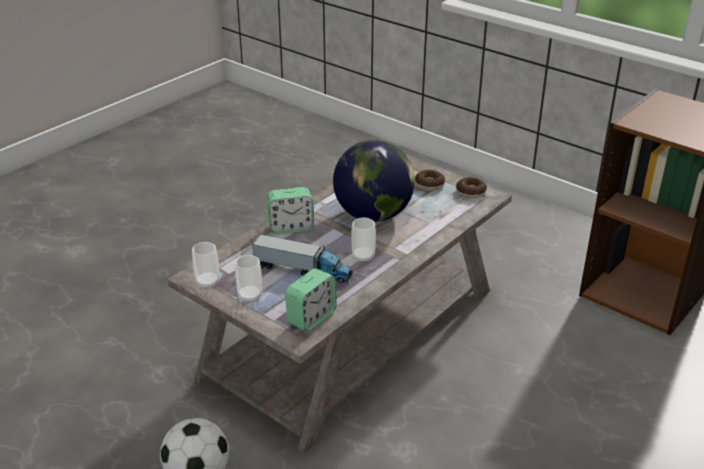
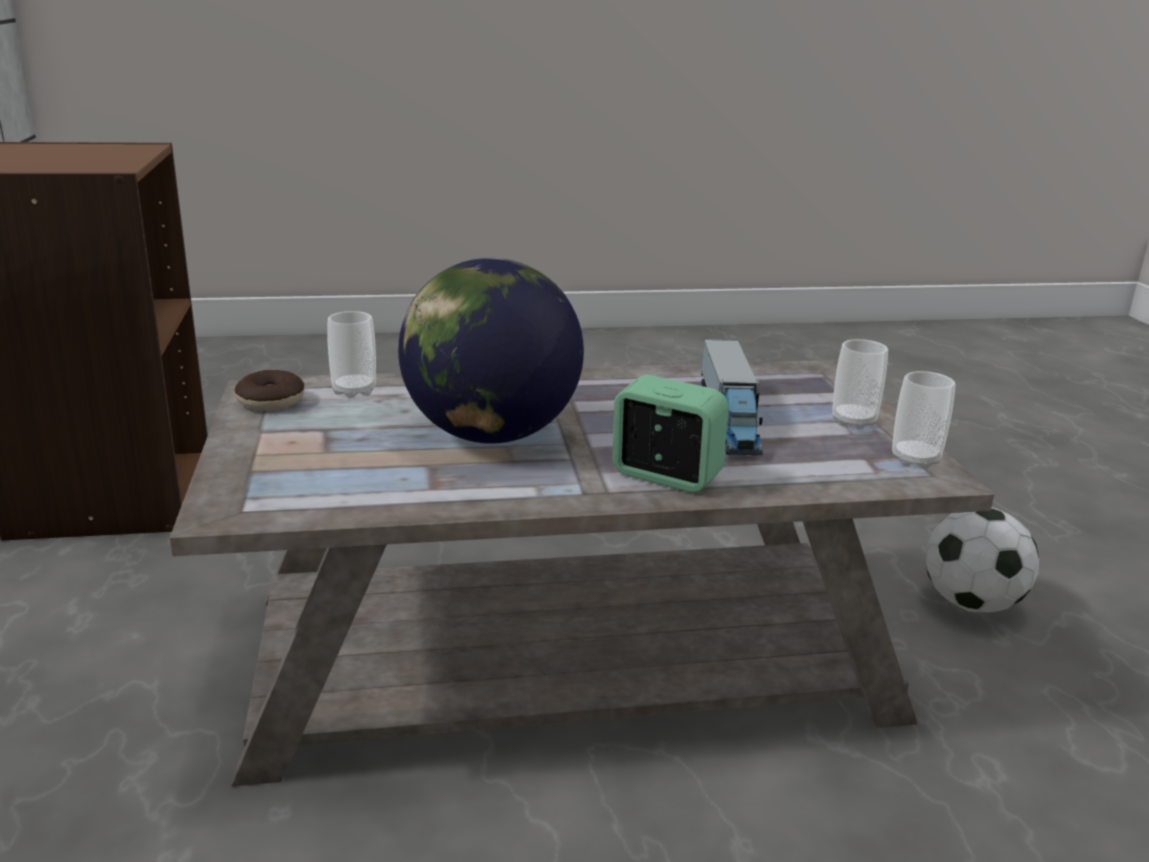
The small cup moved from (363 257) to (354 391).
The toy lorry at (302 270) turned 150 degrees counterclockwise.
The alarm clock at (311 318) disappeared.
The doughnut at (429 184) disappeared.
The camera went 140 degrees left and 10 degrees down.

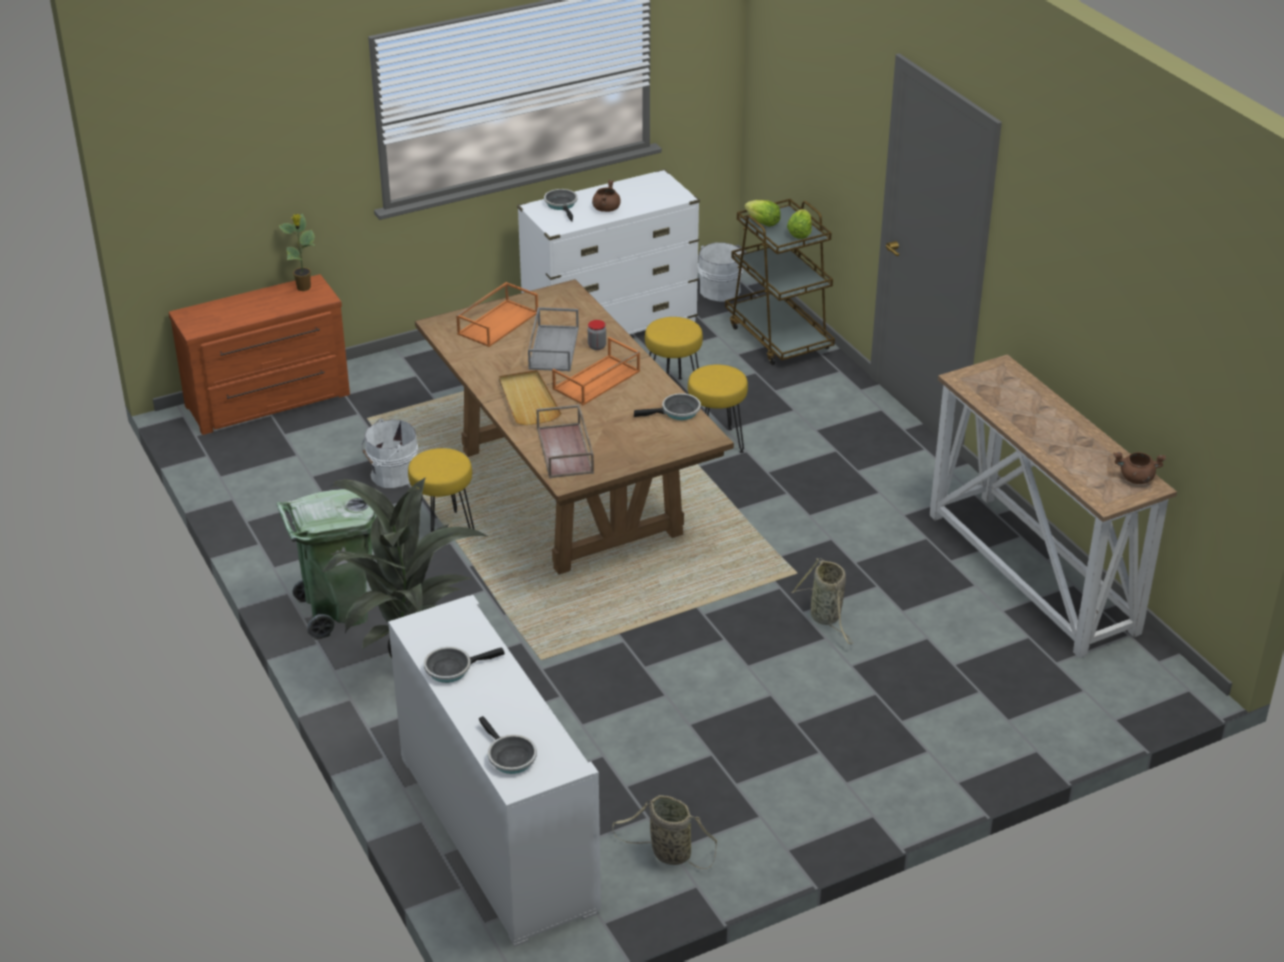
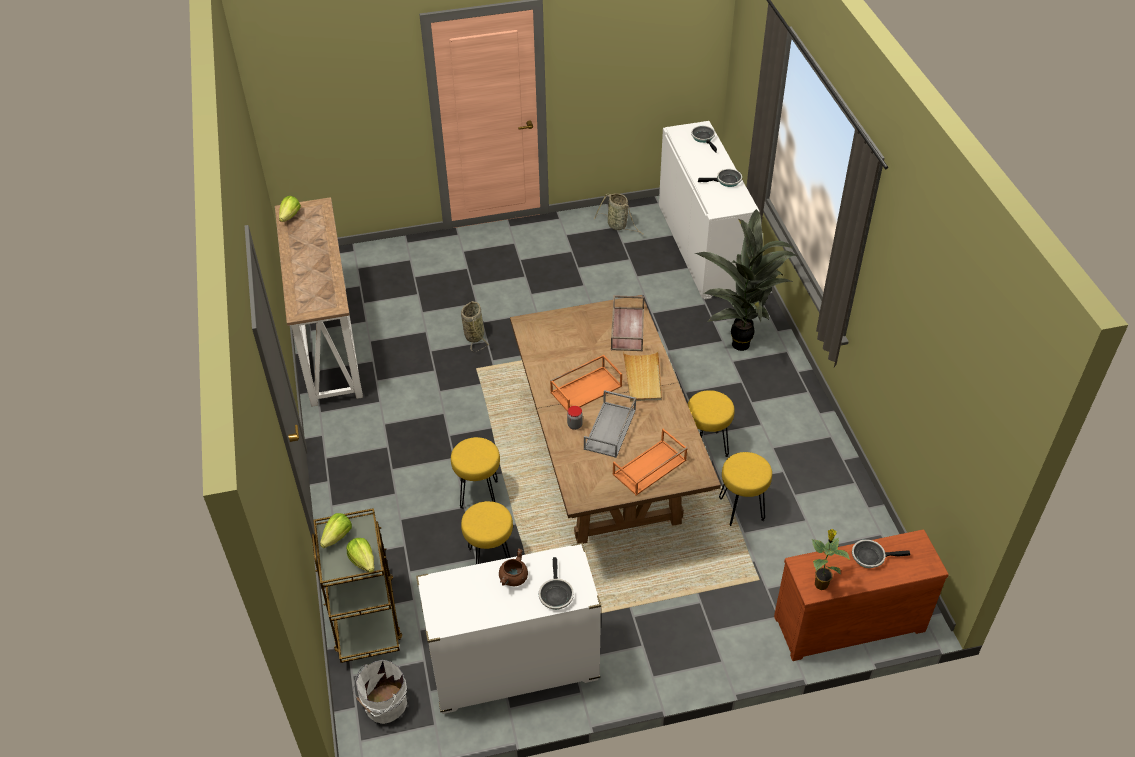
The brown-coloured saucepot at (1135 478) was replaced by the head of lettuce at (290 216).
The white water bucket at (391 474) was replaced by the yellow-coloured stool seat at (742 510).
The frying pan moved from (677 412) to (870 556).
The green trash can at (337 612) disappeared.
The camera went 165 degrees left and 10 degrees up.

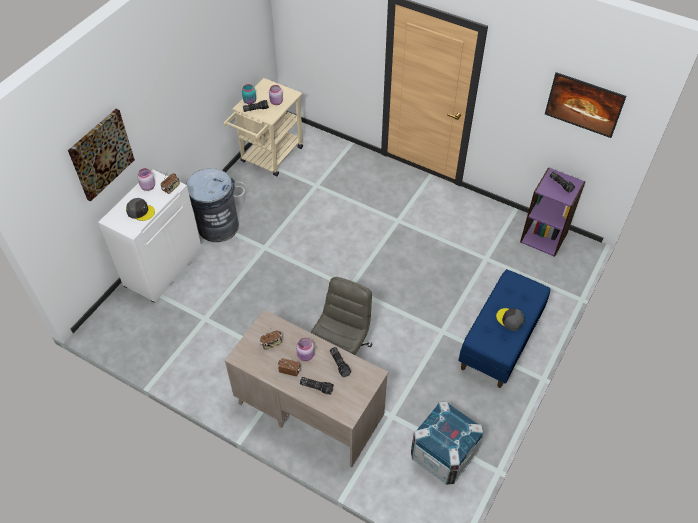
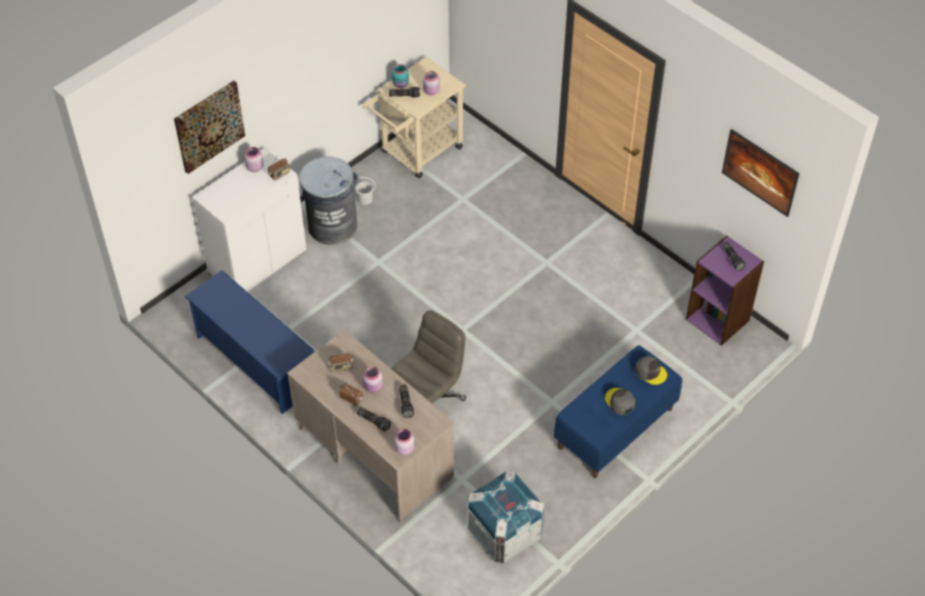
The blue shoe shelf at (256 361) appeared.
The pink-coloured jar at (404 448) appeared.
The grey baseball cap moved from (140 211) to (650 372).
The camera went 15 degrees right and 0 degrees up.

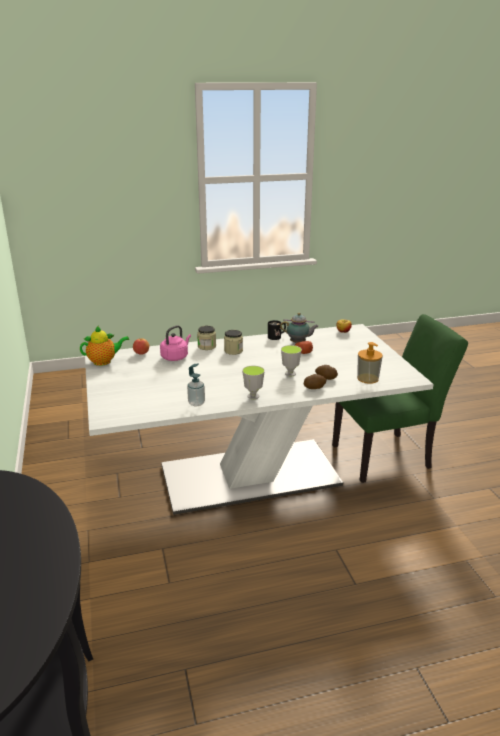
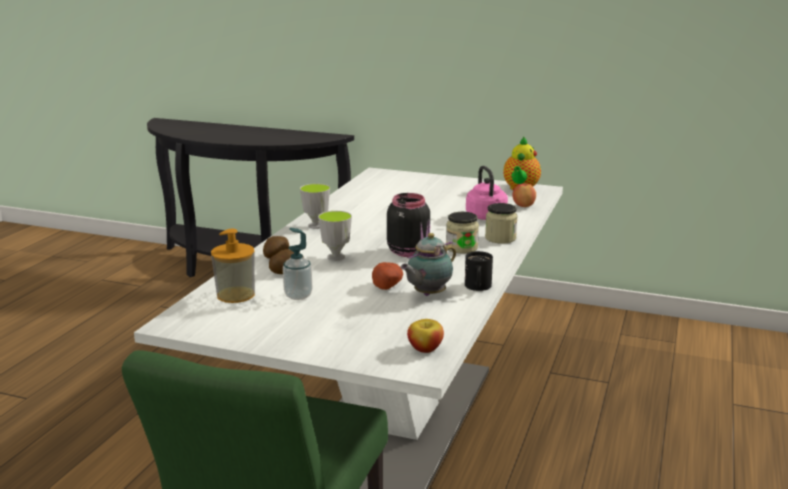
The liquid soap bottle moved from (196 403) to (298 296).
The black jar at (409 252) appeared.
The camera went 125 degrees right and 5 degrees down.

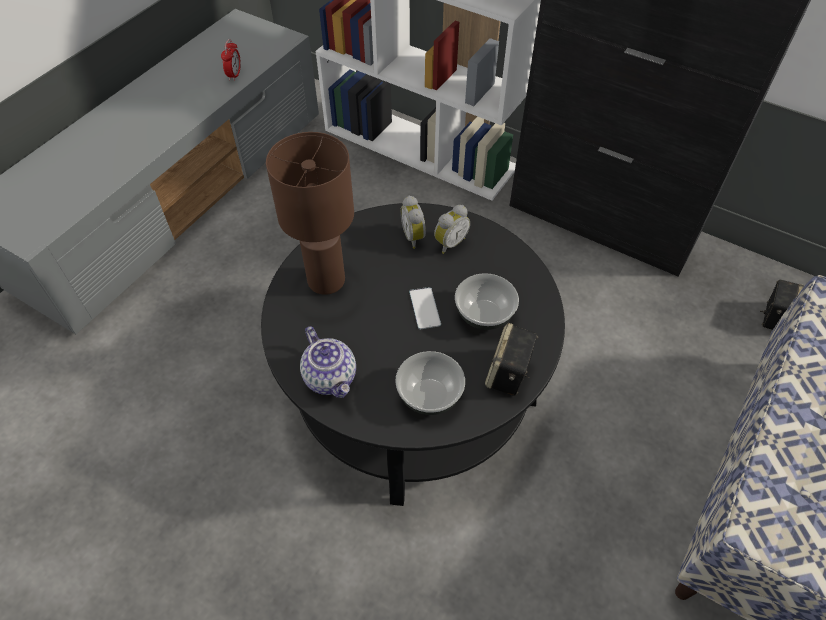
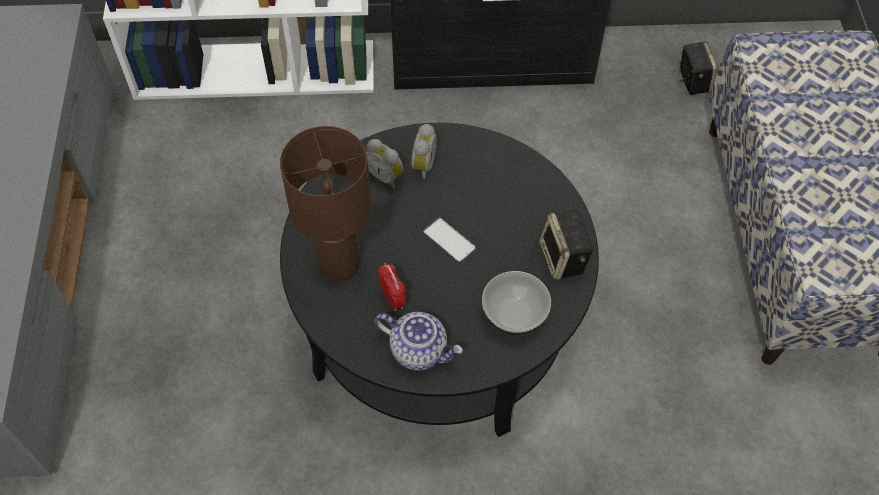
The alarm clock moved from (234 75) to (393 299).
The serving bowl at (485 314) disappeared.
The camera went 35 degrees left and 5 degrees up.

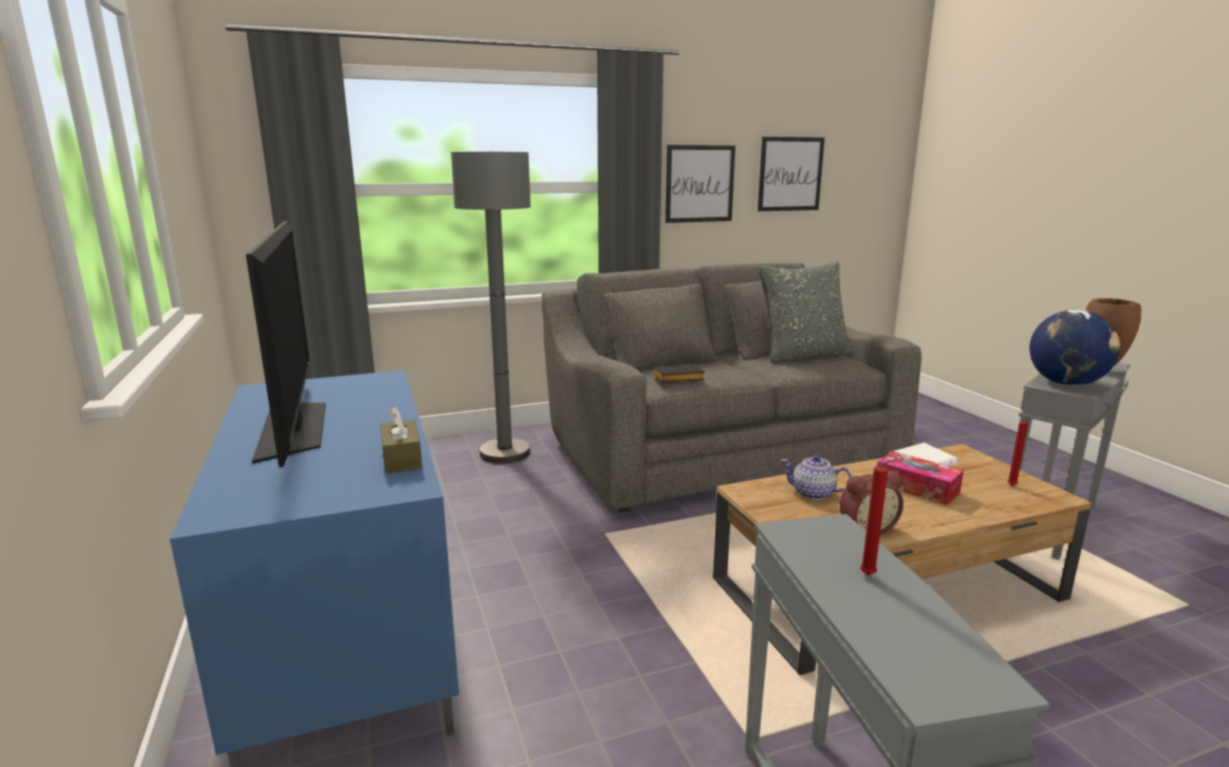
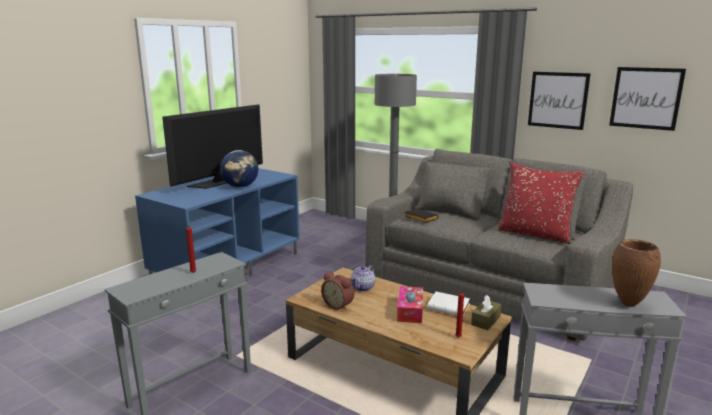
The world globe moved from (1066 383) to (240 187).
The tea pot at (813 494) turned 135 degrees counterclockwise.
The brown-coloured tissue box moved from (402 458) to (485 320).
The grey pillow at (803 355) became the red-coloured pillow at (535 234).
The camera went 55 degrees right and 0 degrees up.

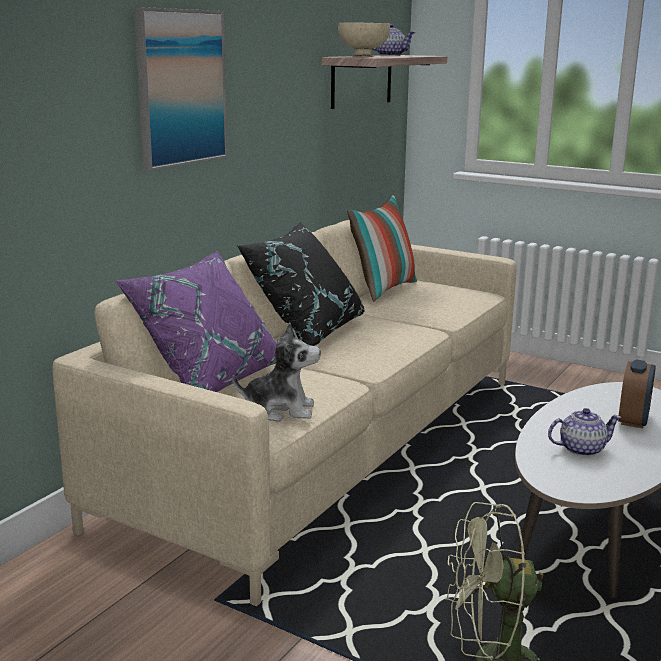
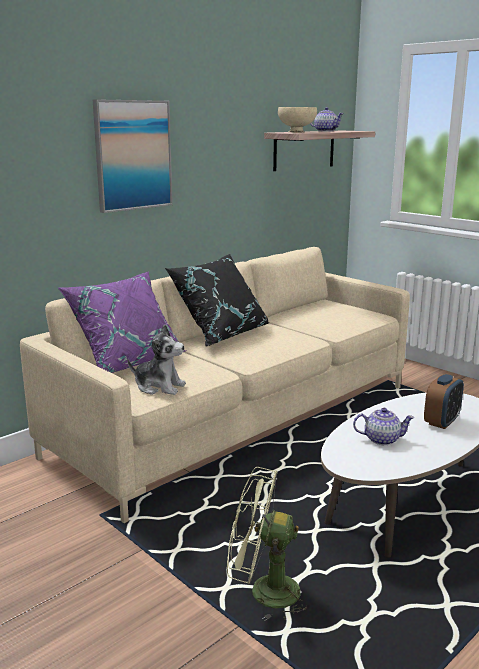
The pillow at (383 289) disappeared.
The camera went 15 degrees right and 0 degrees up.

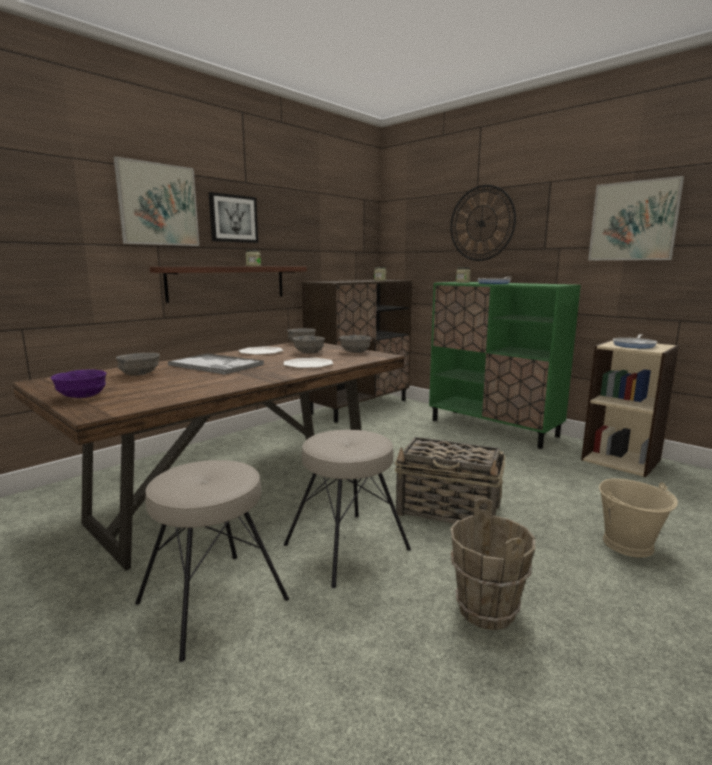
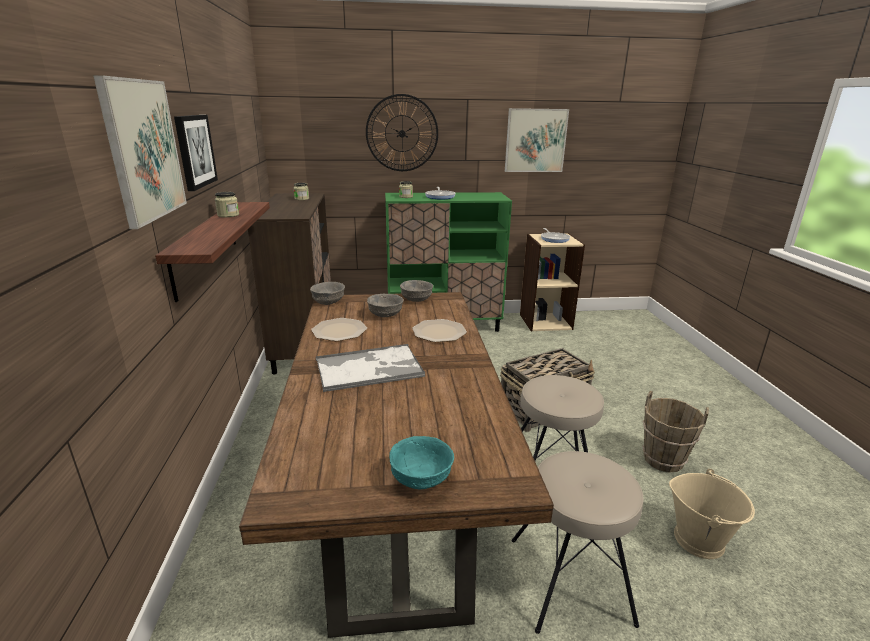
The purplish serving bowl at (81 396) became the turquoise serving bowl at (420 479).
The beige-coloured water bucket moved from (628 544) to (699 539).
The grey serving bowl at (139 374) disappeared.
The camera went 50 degrees left and 10 degrees up.

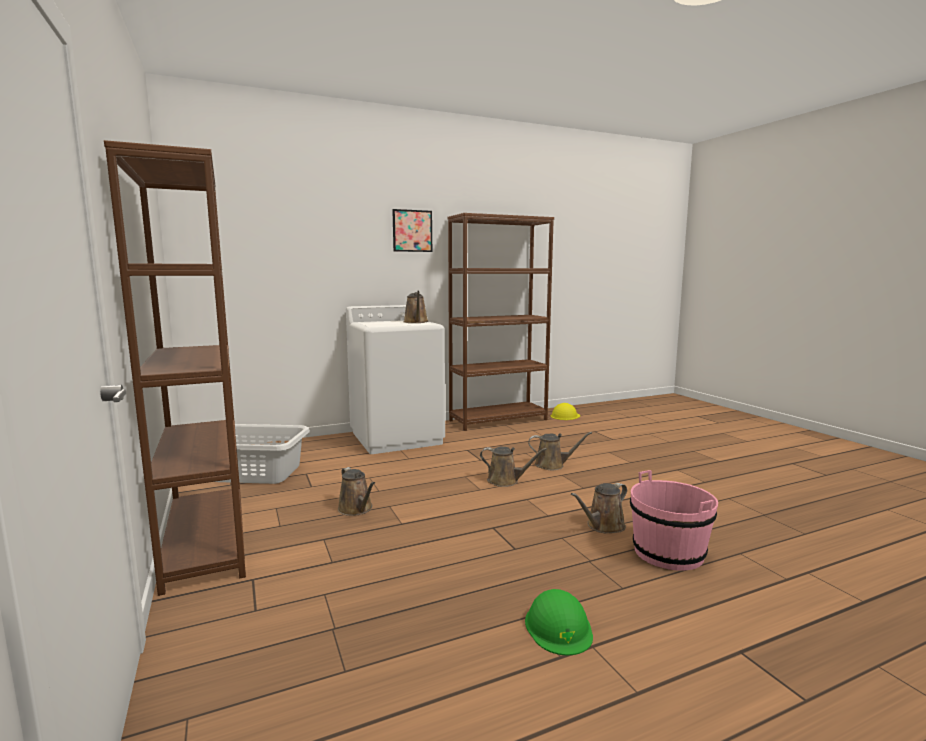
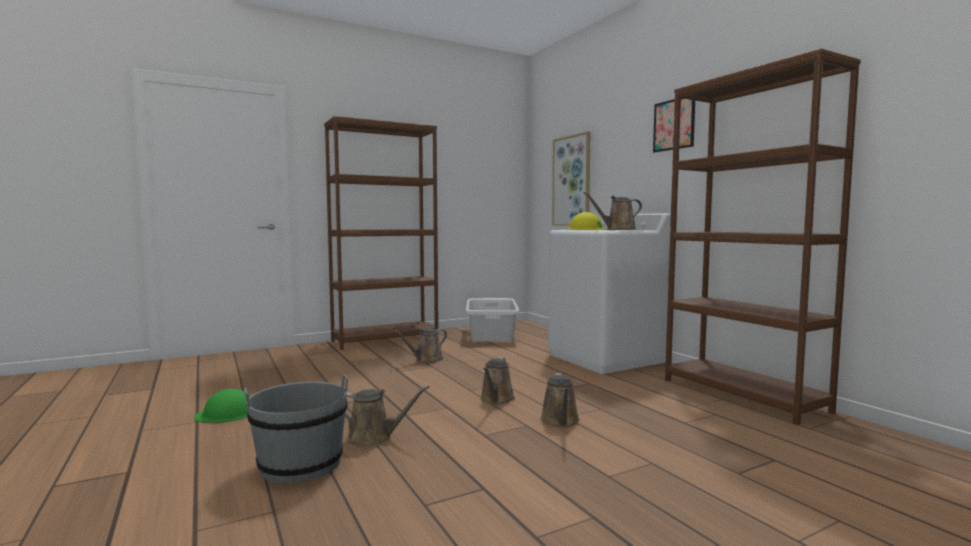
The pink-coloured water bucket at (668 553) became the grey water bucket at (301 465).
The brown-coloured watering pot at (603 526) turned 135 degrees clockwise.
The wall art at (572 181) appeared.
The yellow-coloured work helmet moved from (565 416) to (587 229).
The camera went 85 degrees right and 5 degrees down.

